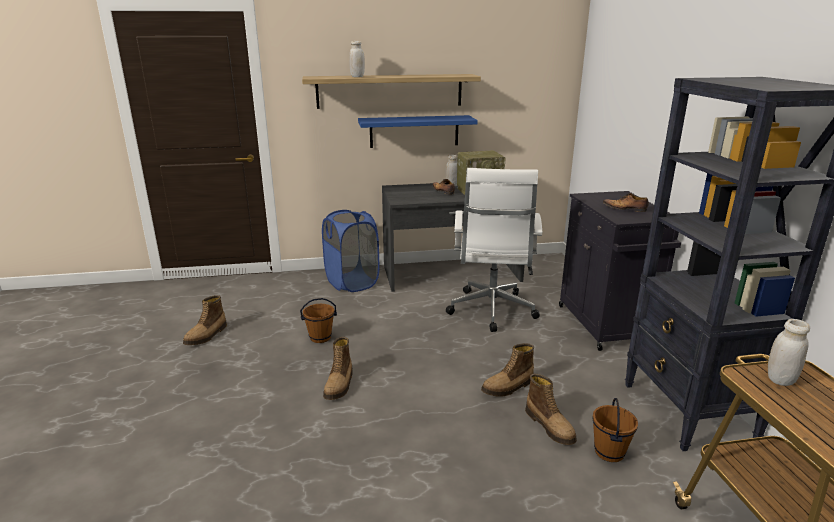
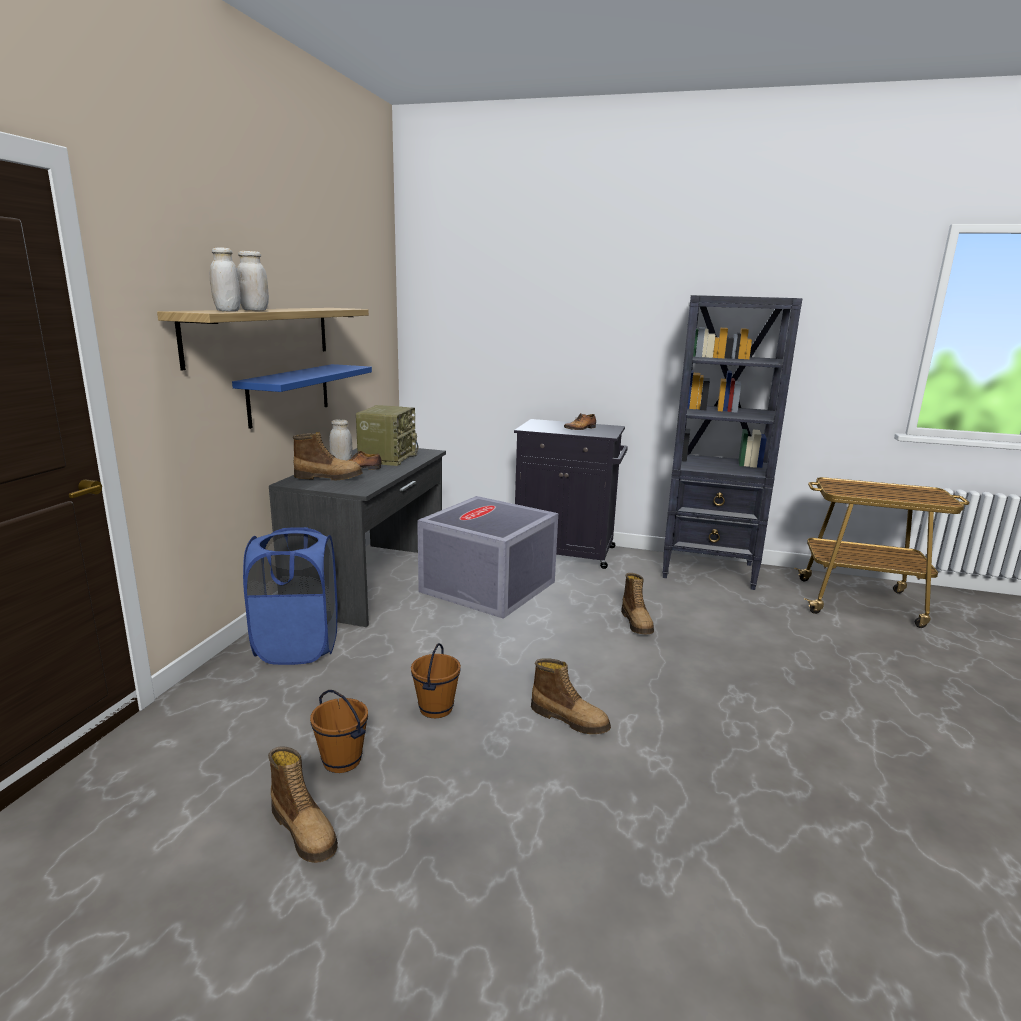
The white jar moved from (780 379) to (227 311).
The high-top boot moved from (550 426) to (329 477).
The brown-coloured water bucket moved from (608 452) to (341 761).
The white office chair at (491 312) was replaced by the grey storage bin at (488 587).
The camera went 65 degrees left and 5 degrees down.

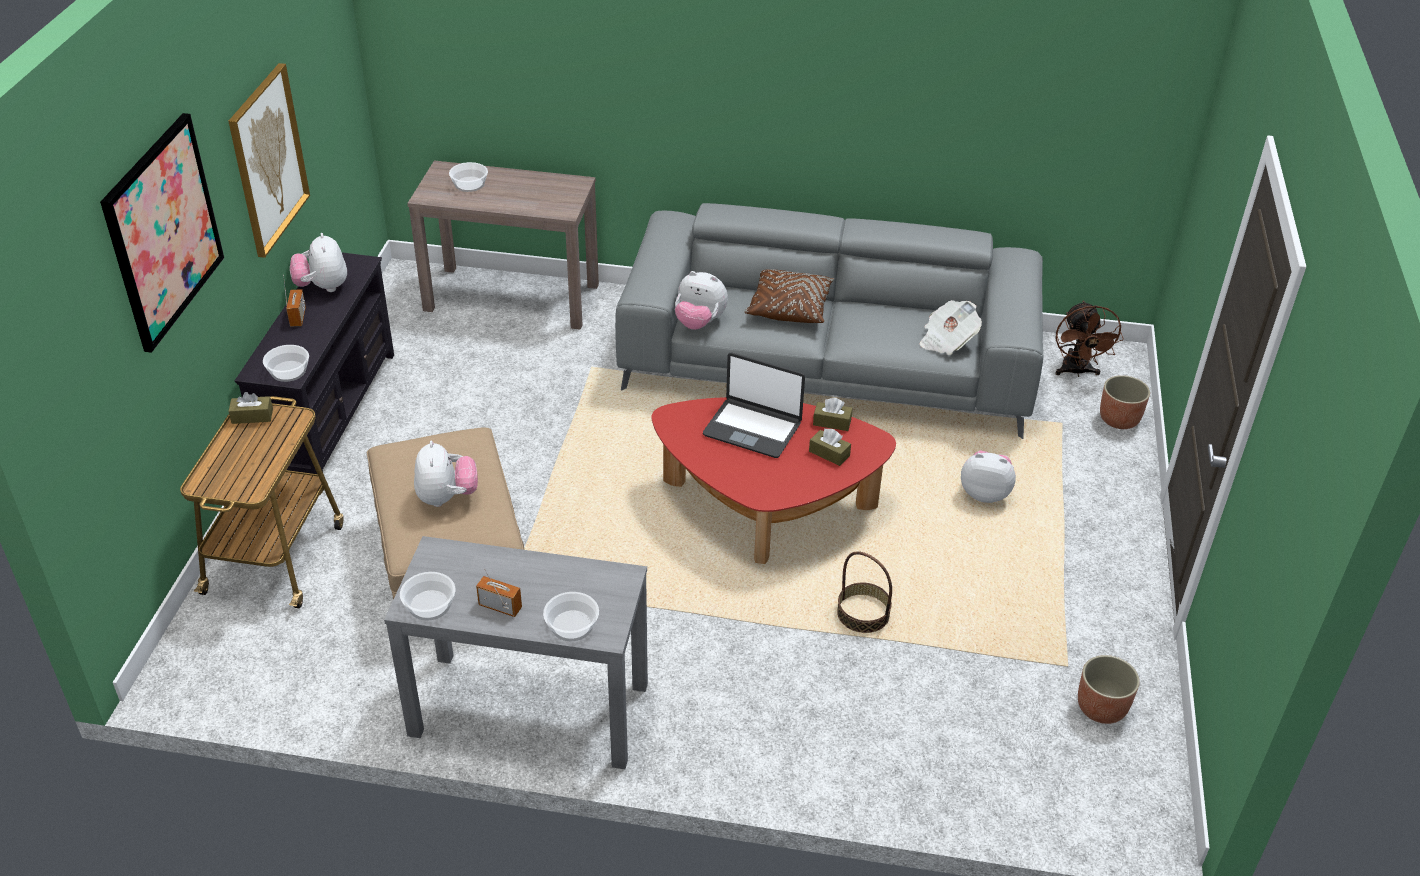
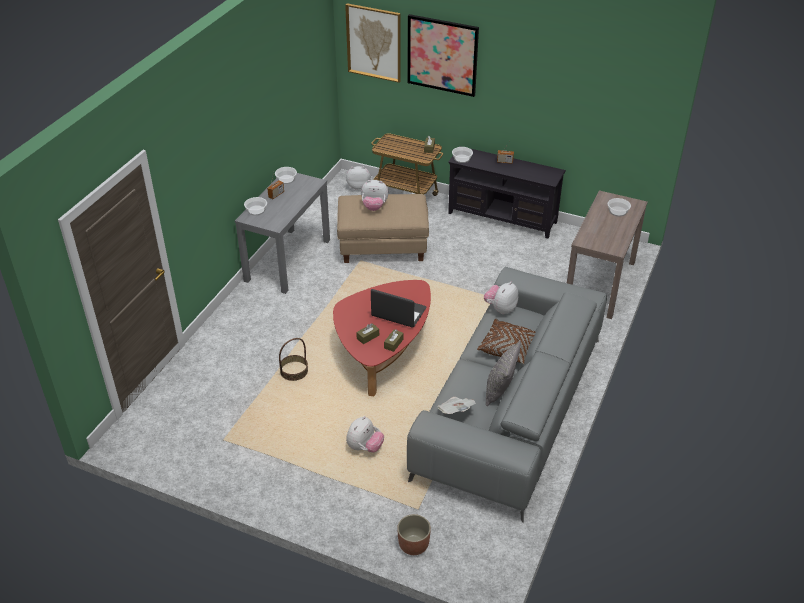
The wall art moved from (268 160) to (374 42).
The plush toy moved from (322 287) to (358 186).
The notebook computer at (752 428) turned 75 degrees clockwise.
The grey pillow at (500 390) appeared.
The brown-coloured fan at (1076 372) disappeared.
The plant pot at (1101 708) disappeared.
The camera went 105 degrees right and 0 degrees up.

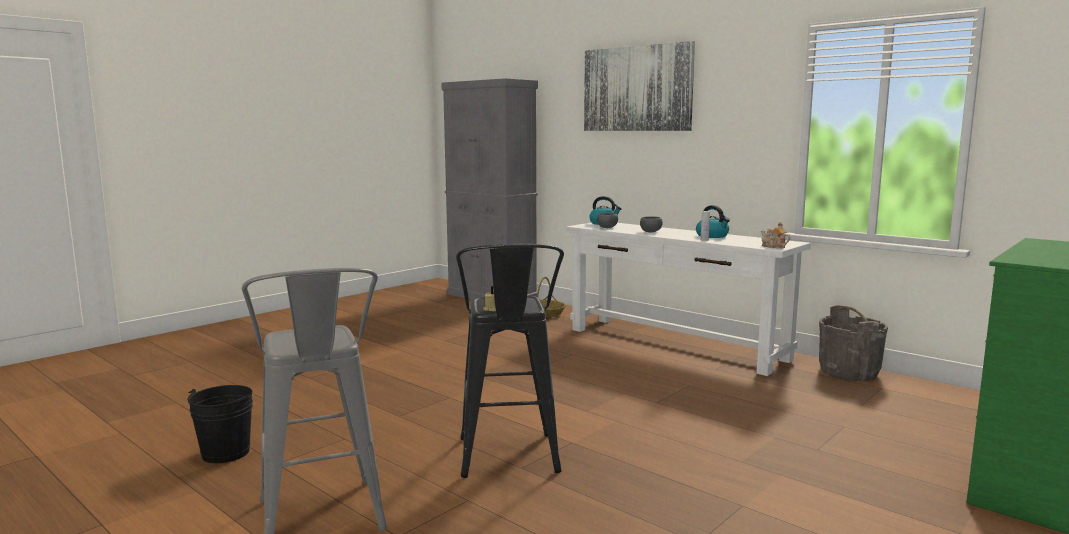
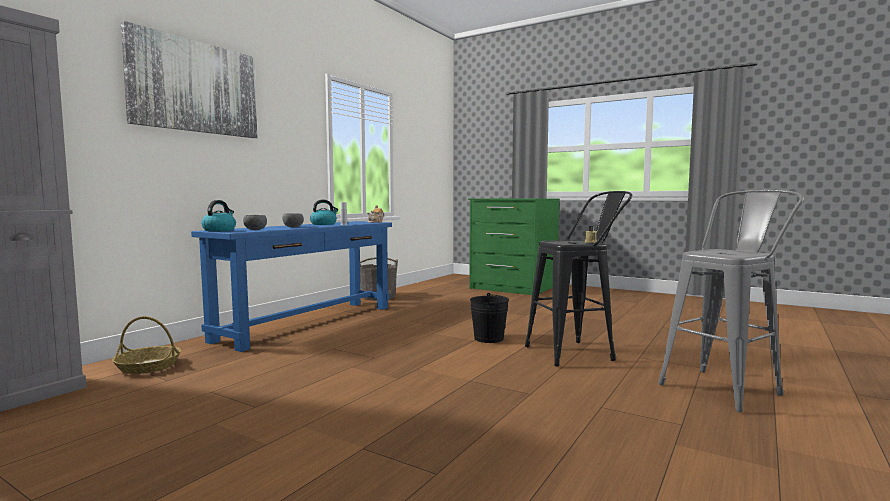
The white console table at (674 344) became the blue console table at (309 323).
The black water bucket moved from (225 453) to (489 339).
The camera went 100 degrees left and 5 degrees down.

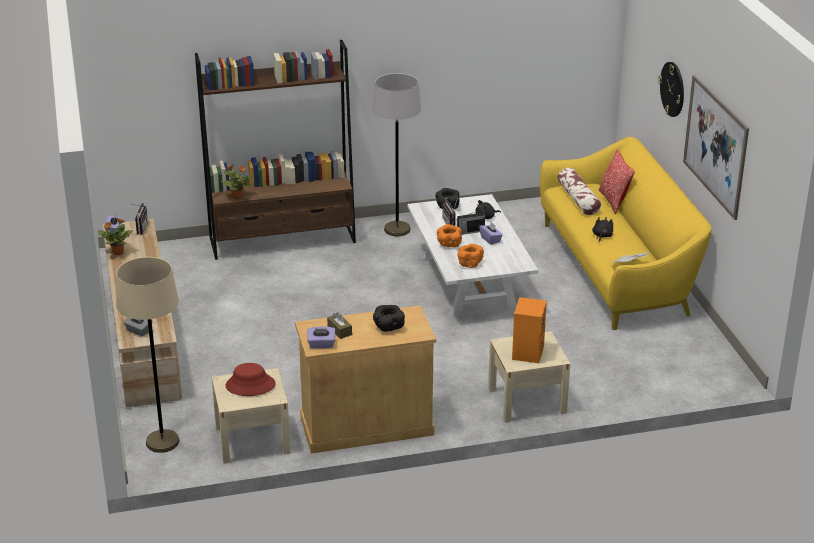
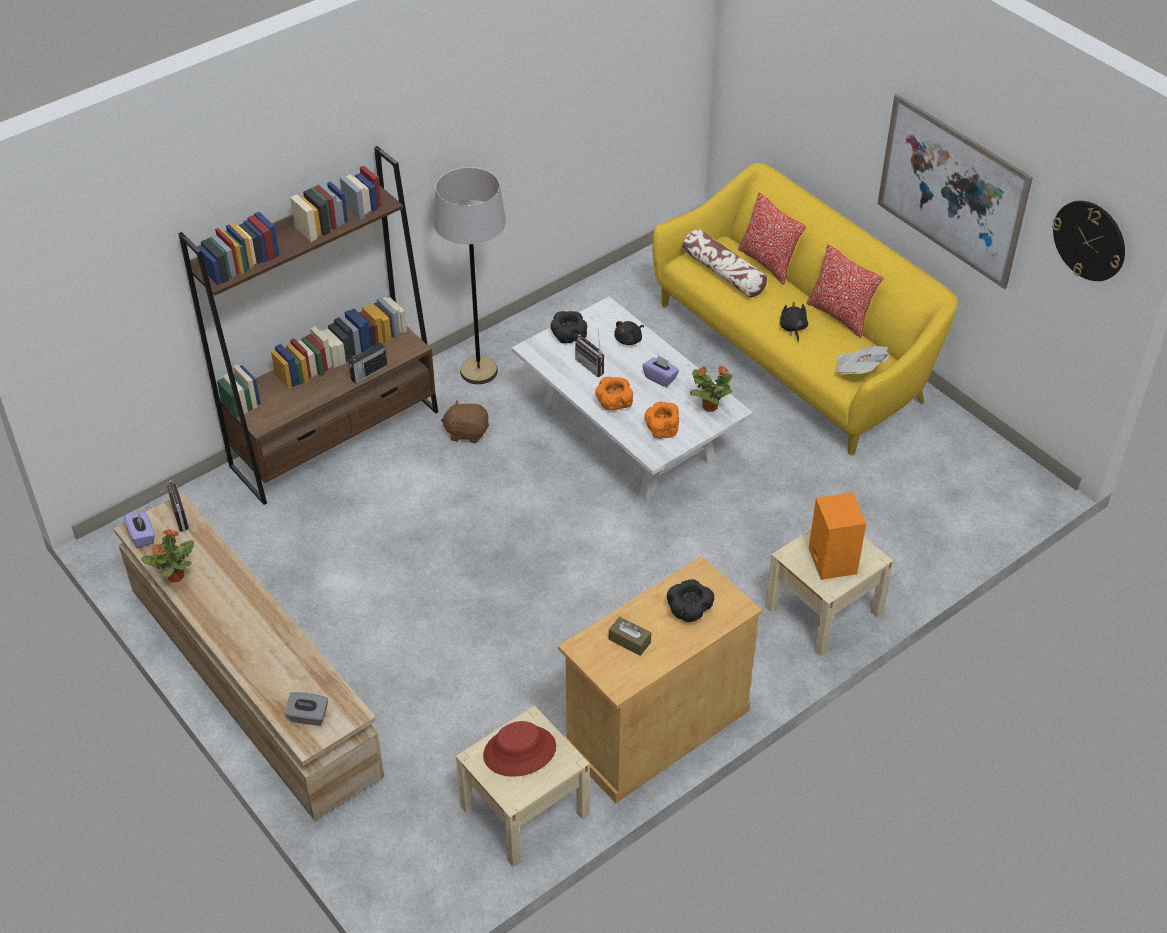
The radio receiver moved from (470 231) to (368 373).
The brown-coloured plush toy at (467 432) appeared.
The plant in a pot moved from (237 196) to (709 406).
The pillow at (840 315) appeared.
The hanging clock moved from (672 89) to (1089 240).
The beige-coloured floor lamp at (162 442) disappeared.
The purplish tissue box at (321 345) disappeared.
The camera went 25 degrees left and 15 degrees up.

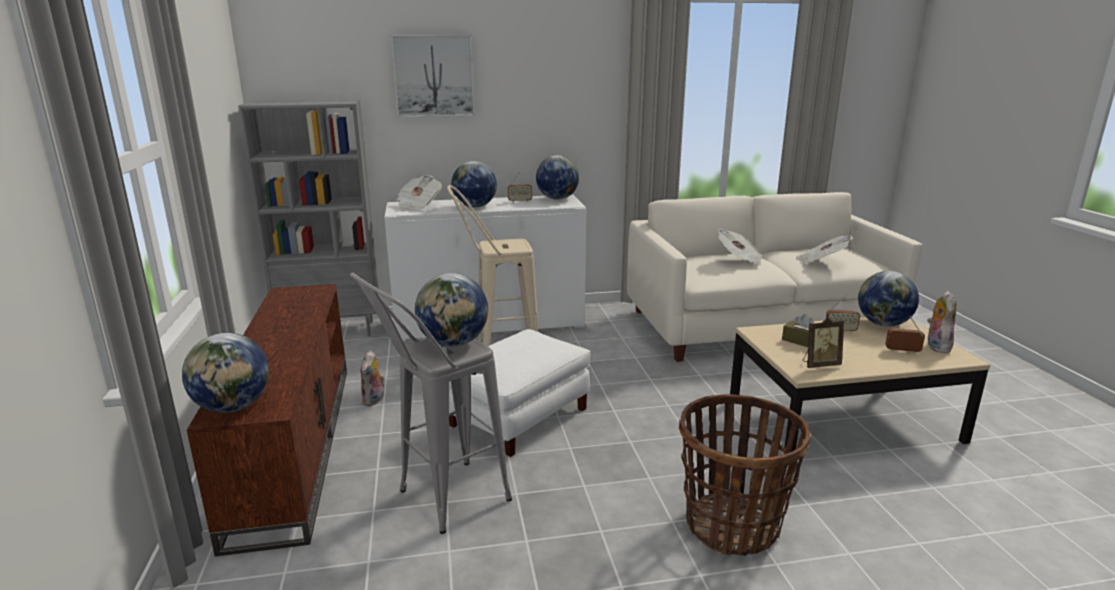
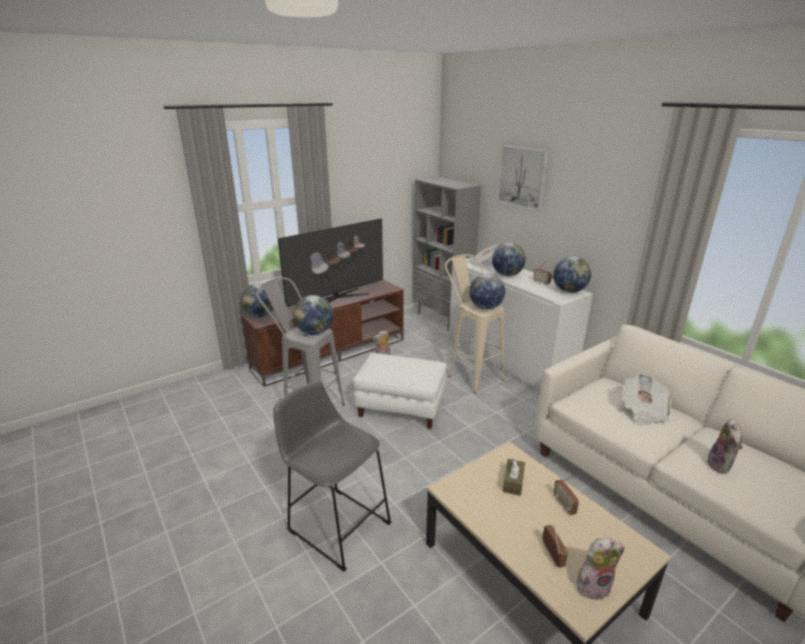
The household basket at (732 526) was replaced by the grey stool seat at (336 524).
The TV set at (336 299) appeared.
The world globe moved from (883 324) to (485 307).
The daily paper at (821 262) was replaced by the plush toy at (721 466).
The picture frame at (819 364) disappeared.
The camera went 65 degrees right and 5 degrees up.

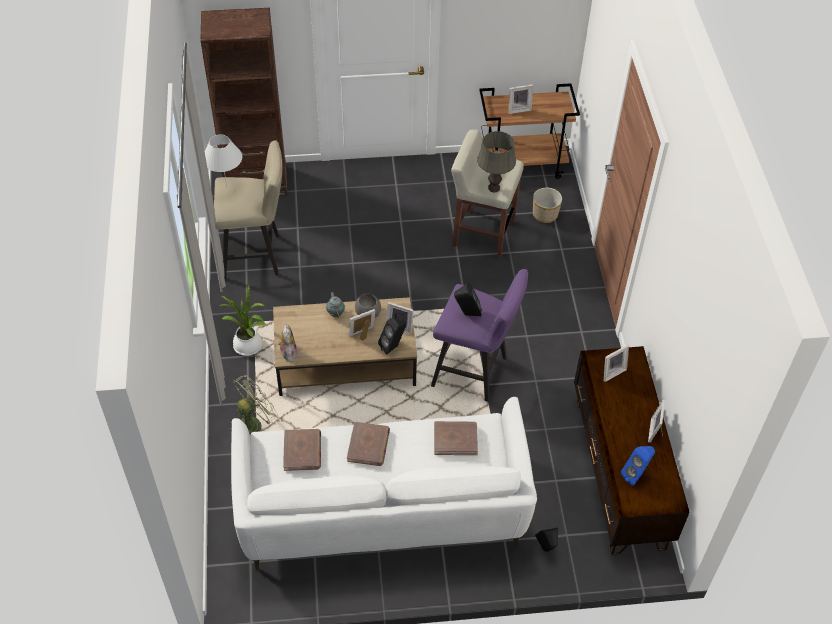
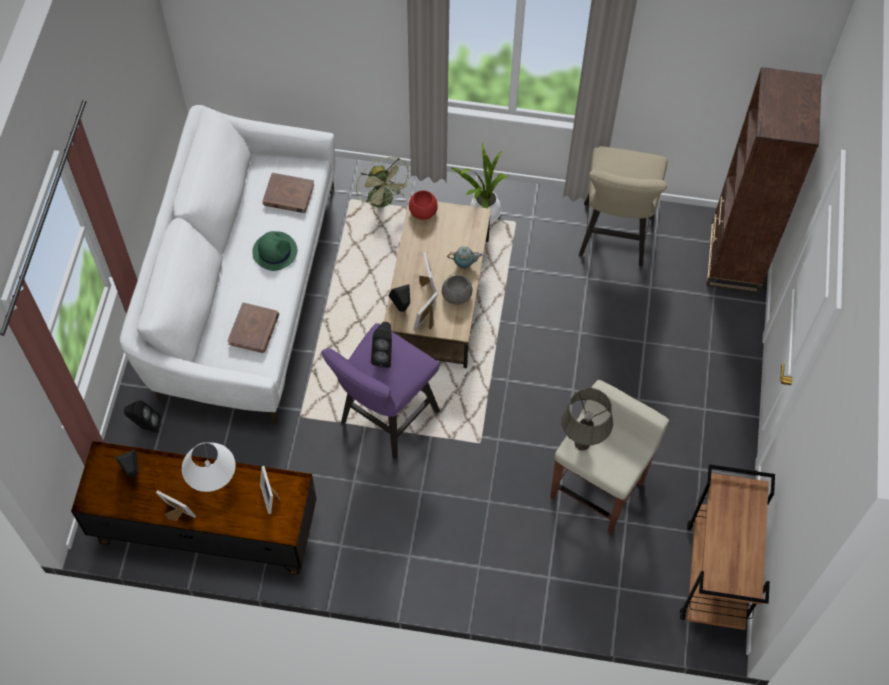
The blue audio speaker at (636 475) became the black audio speaker at (133 474).
The white tabletop lamp moved from (227 187) to (216 488).
The brown-coloured book at (368 445) was replaced by the green clothing hat at (274 251).
The plush toy at (288 353) was replaced by the red-coloured serving bowl at (423 211).
The picture frame at (518 108) disappeared.
The plant pot at (545 214) disappeared.
The camera went 105 degrees right and 10 degrees up.

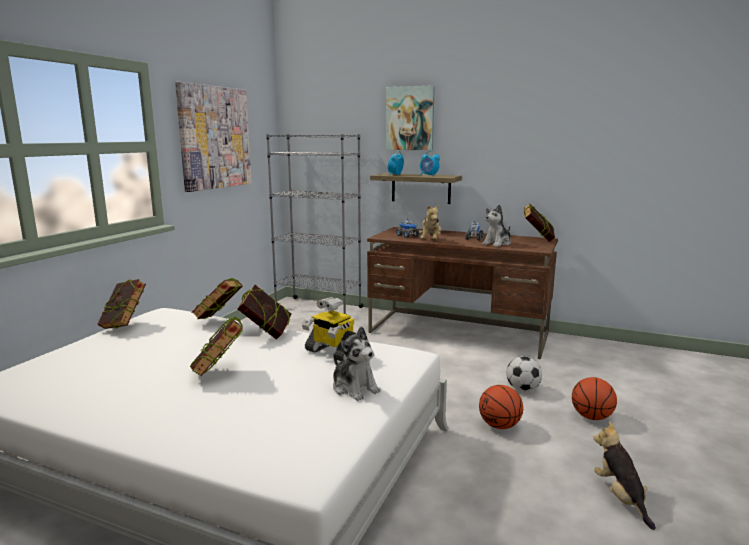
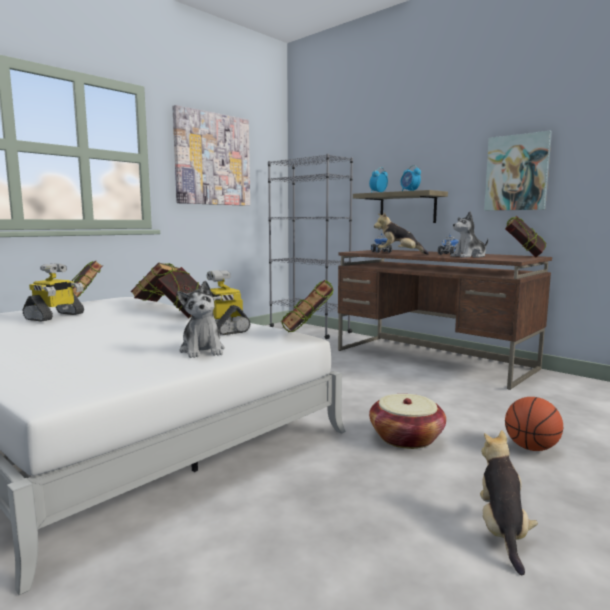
The robot figure at (55 316) appeared.
The book moved from (219 372) to (307 335).
The basketball at (499 425) was replaced by the household basket at (406 438).
The plush toy at (430 241) turned 75 degrees clockwise.
The wall art moved from (410 118) to (517 173).
The football at (522 389) disappeared.
The camera went 20 degrees right and 5 degrees down.

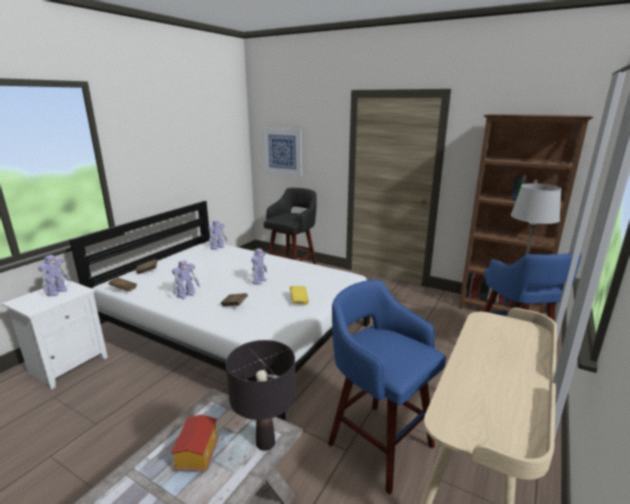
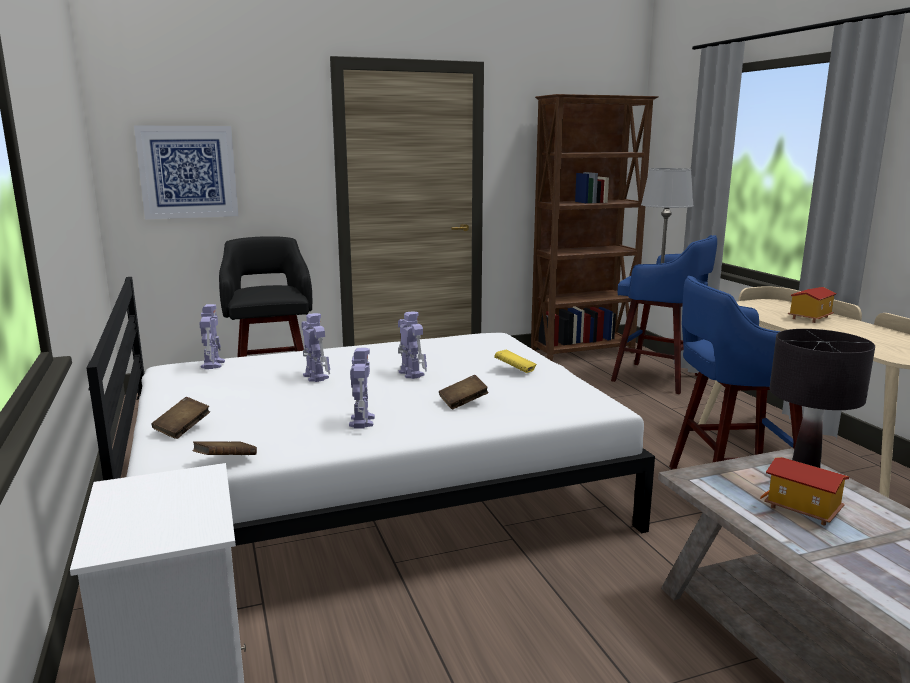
The robot figure moved from (58 292) to (315 376).
The miniature house at (809 318) appeared.
The camera went 50 degrees left and 5 degrees down.

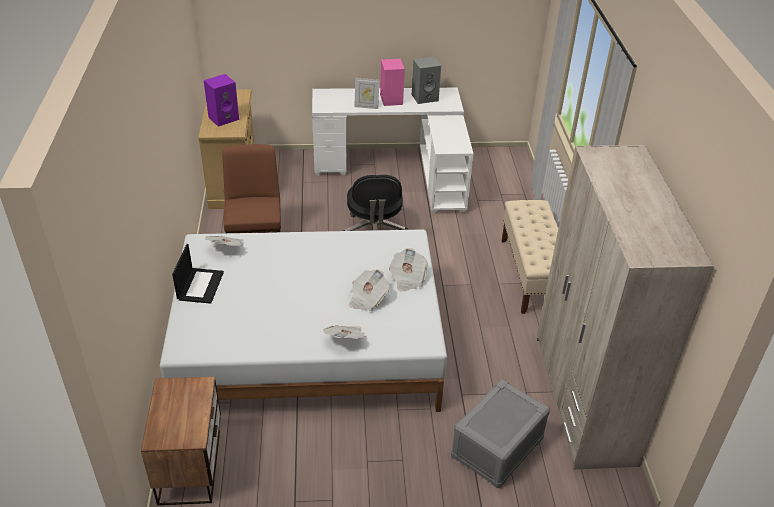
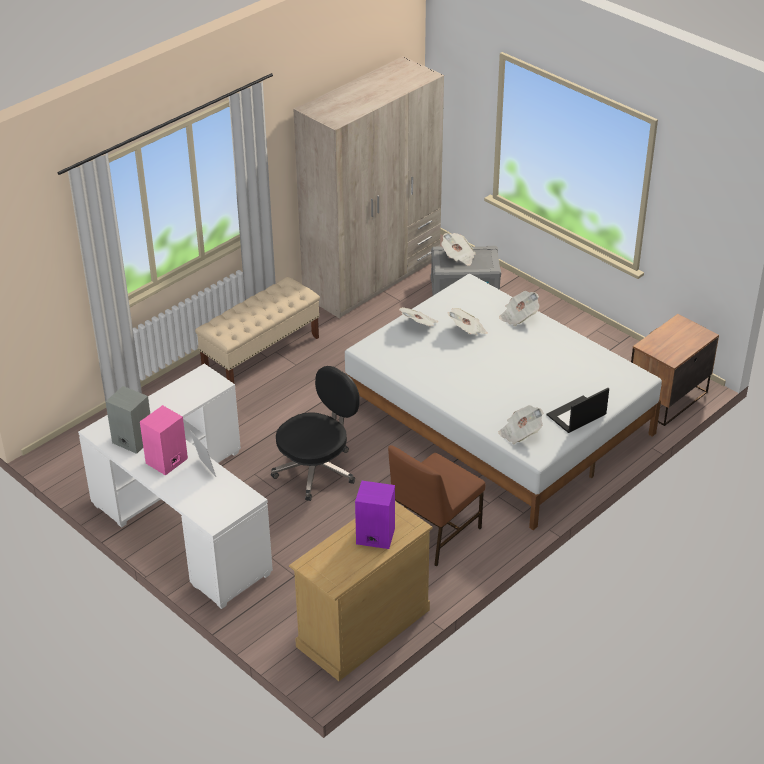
The daily paper at (458 257) appeared.
The camera went 130 degrees left and 0 degrees up.

